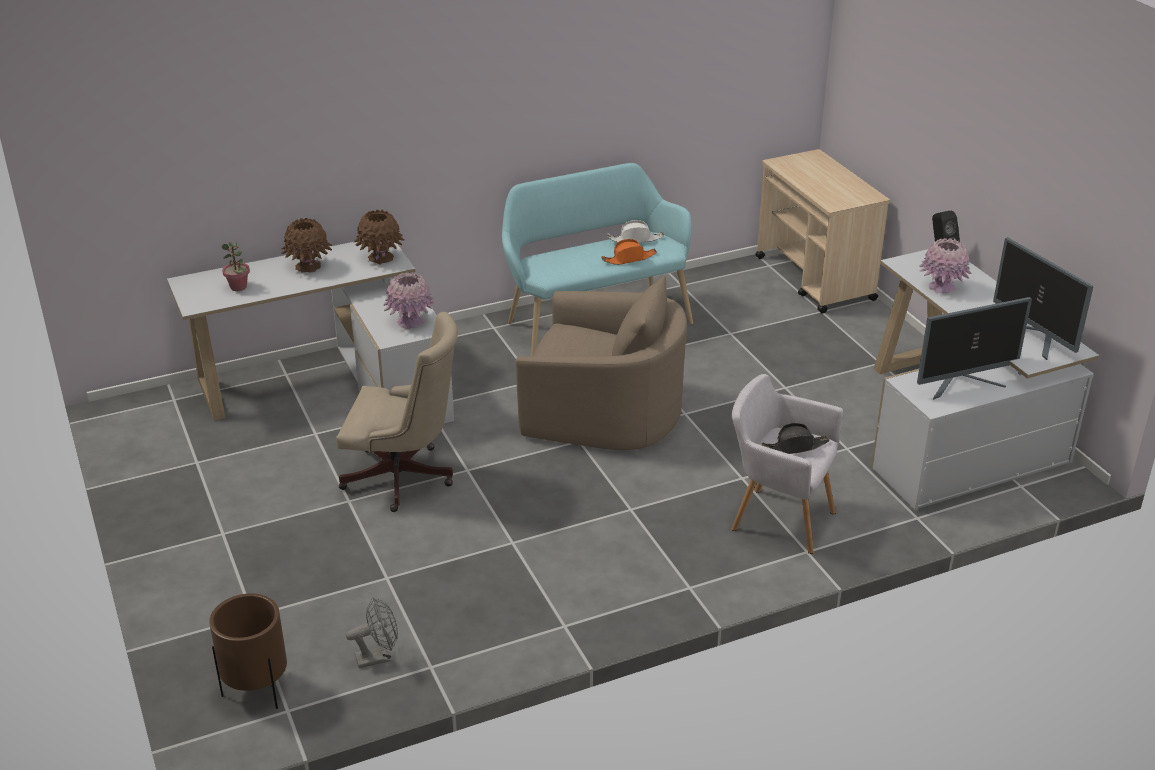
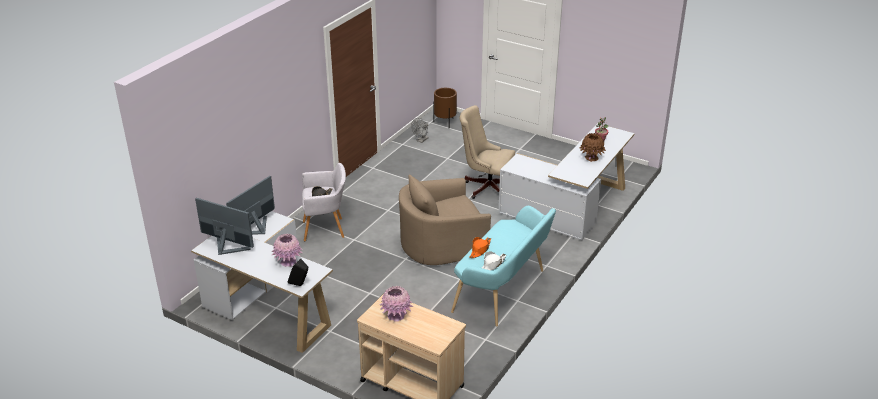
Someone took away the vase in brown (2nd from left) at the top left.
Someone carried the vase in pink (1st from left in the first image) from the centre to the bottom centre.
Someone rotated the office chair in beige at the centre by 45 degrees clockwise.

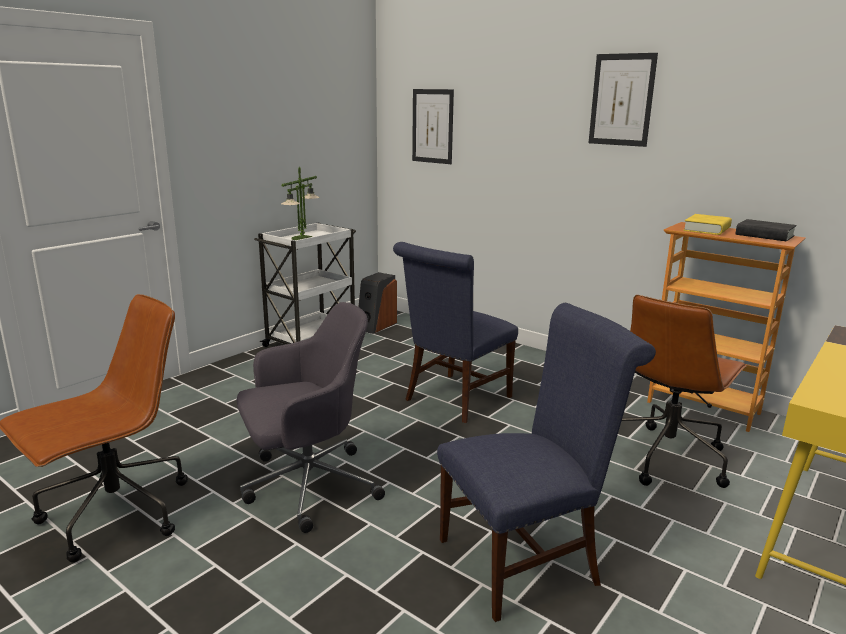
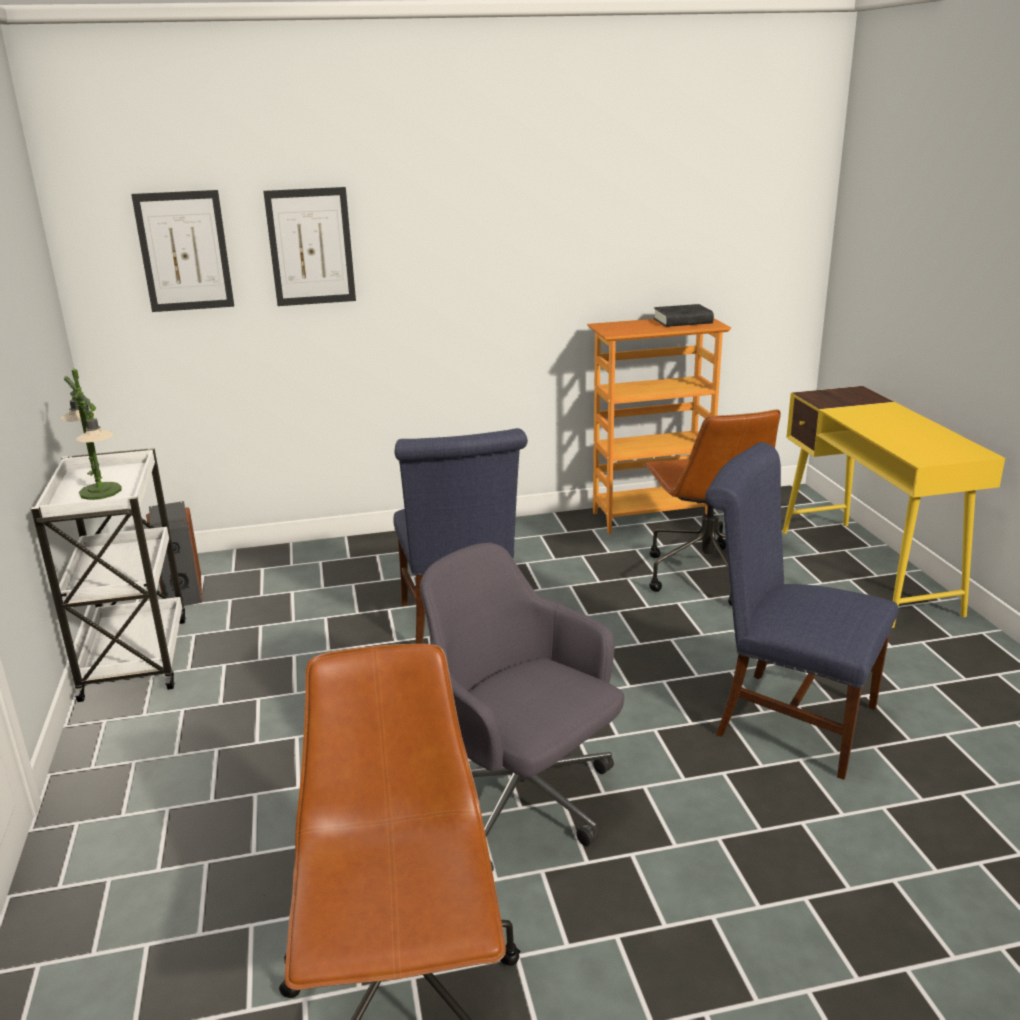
Someone took away the book in yellow at the middle right.
Someone carried the picture (2nd from left) from the top right to the top left.
Someone rotated the office chair in grey at the centre by 60 degrees counterclockwise.
Someone rotated the chair in blue (2nd from left) at the bottom centre by 75 degrees counterclockwise.

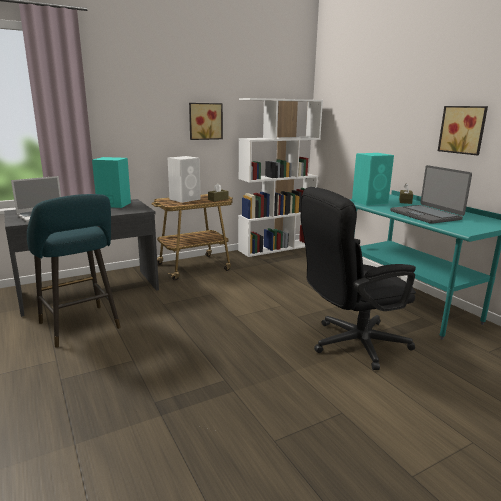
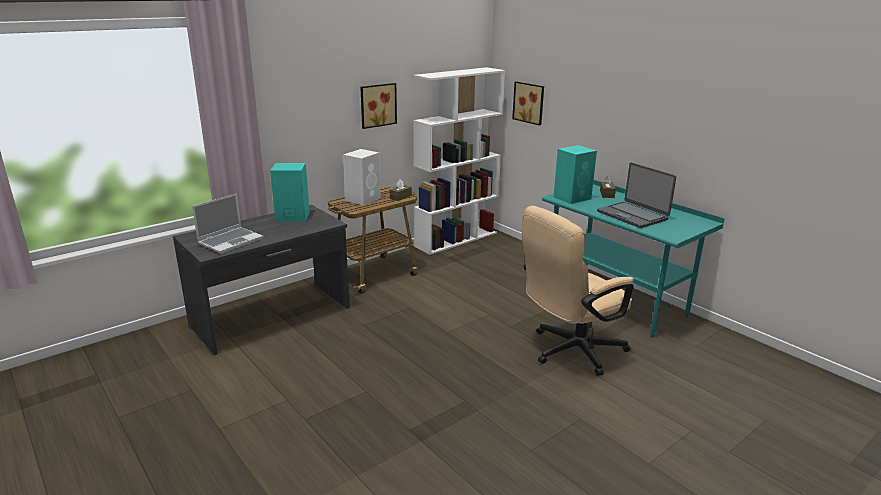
Someone took away the stool in turquoise at the middle left.
Someone carried the picture (2nd from left) from the top right to the top centre.
Someone repainted the office chair in black at the middle right, which became the office chair in beige at the centre.

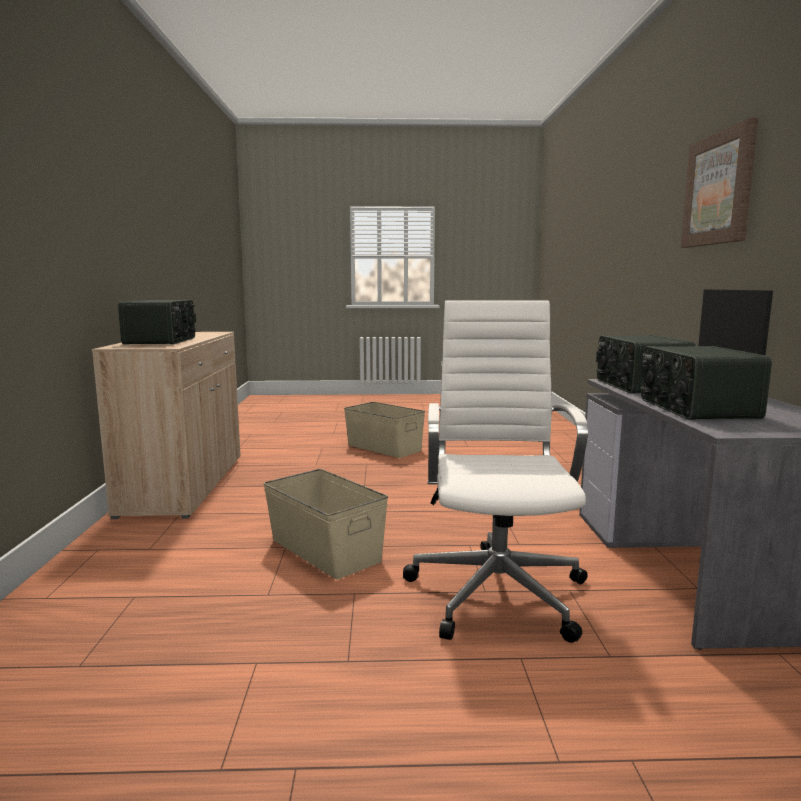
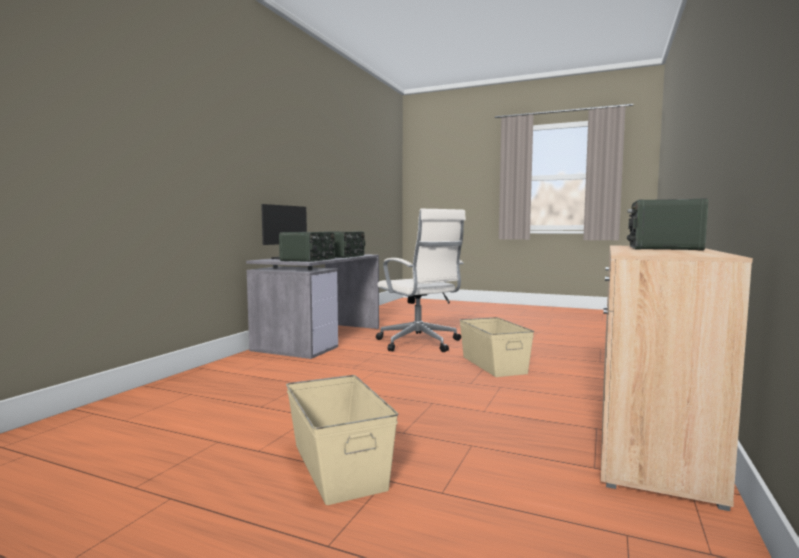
Someone took away the picture at the top right.
Someone rotated the office chair in white at the centre by 60 degrees counterclockwise.

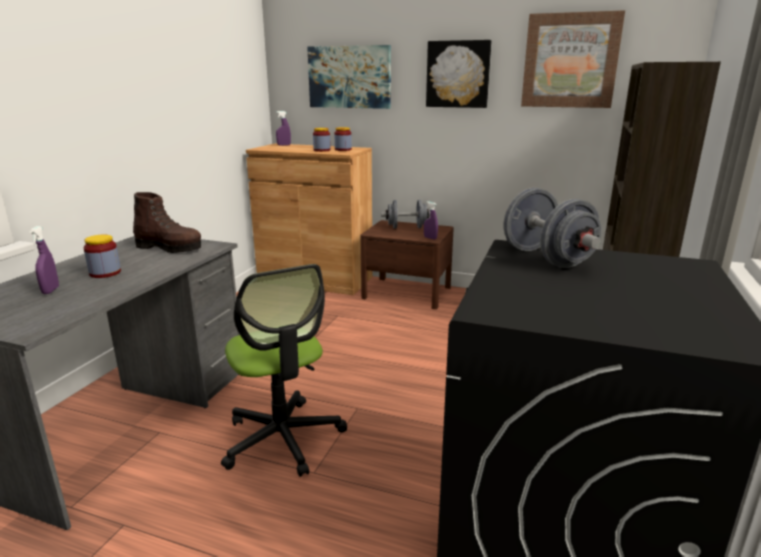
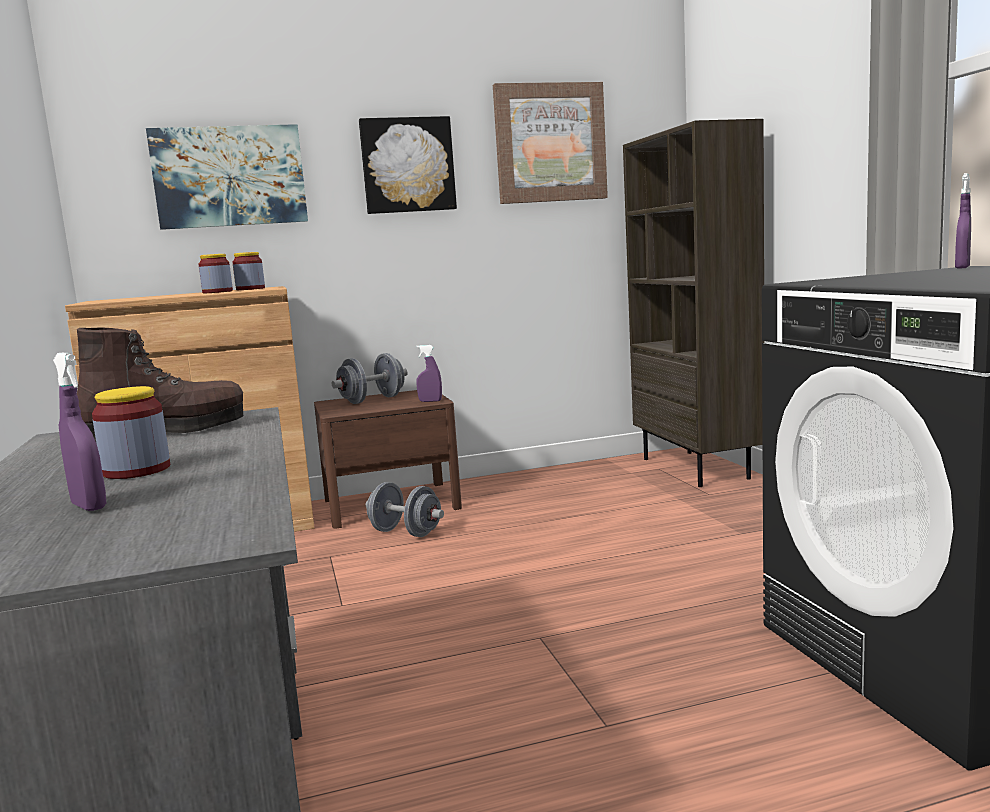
Someone took away the office chair at the centre.
Someone carried the spray bottle in purple (2nd from left in the first image) from the top centre to the top right.
Someone carried the dumbbell in grey (2nd from left) from the middle right to the centre.

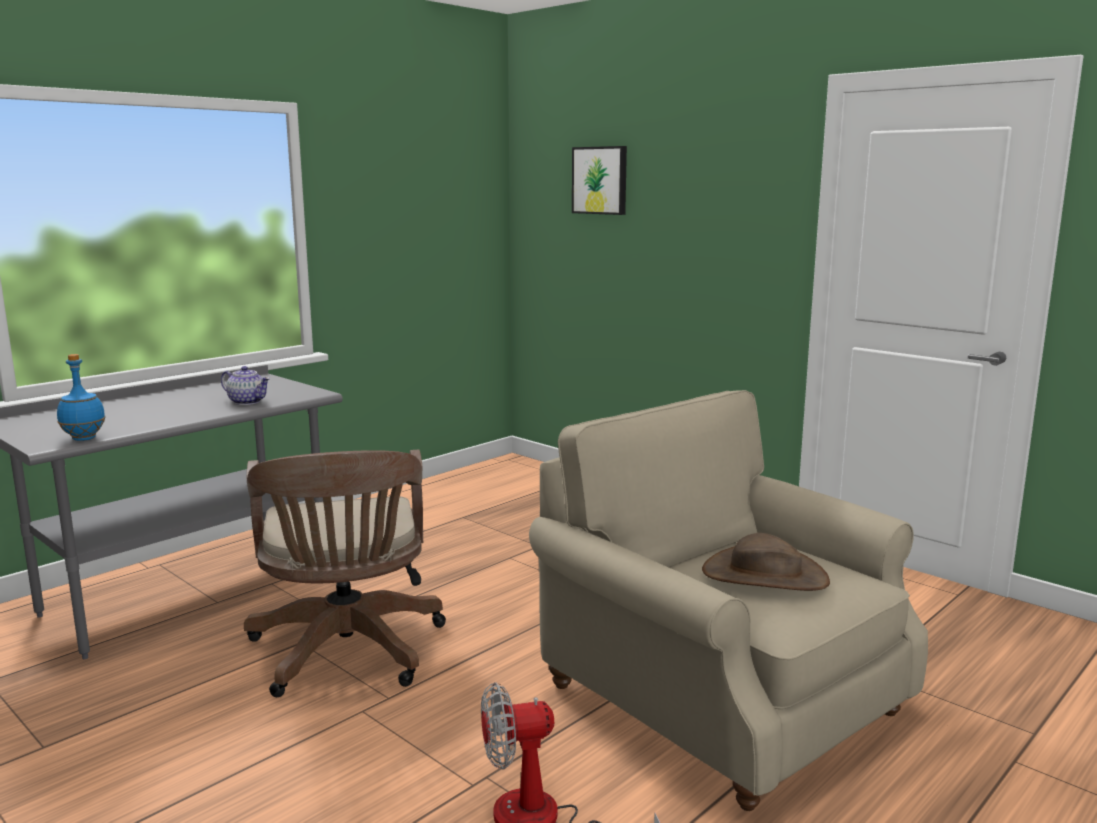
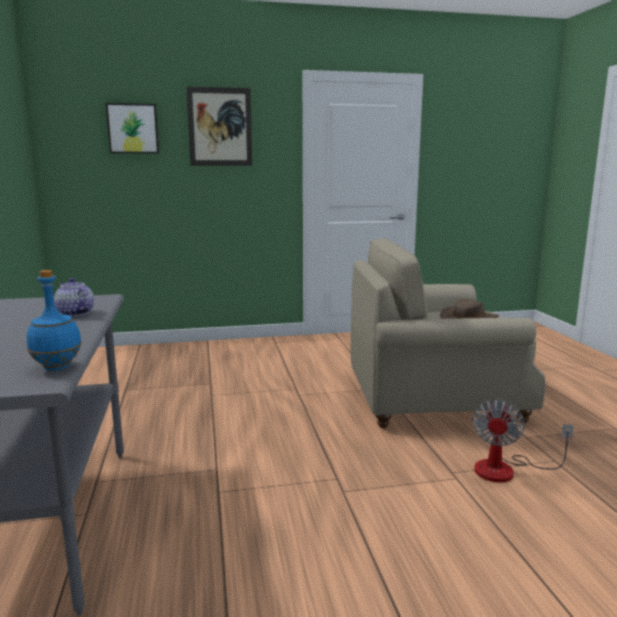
Someone took away the office chair in brown at the bottom left.
Someone put up the picture (2nd from left) at the top centre.
Someone rotated the teapot at the middle left by 105 degrees counterclockwise.

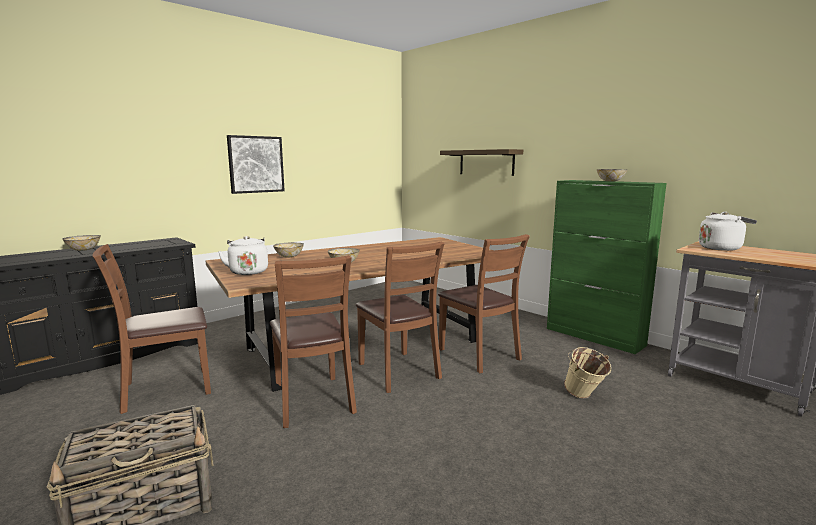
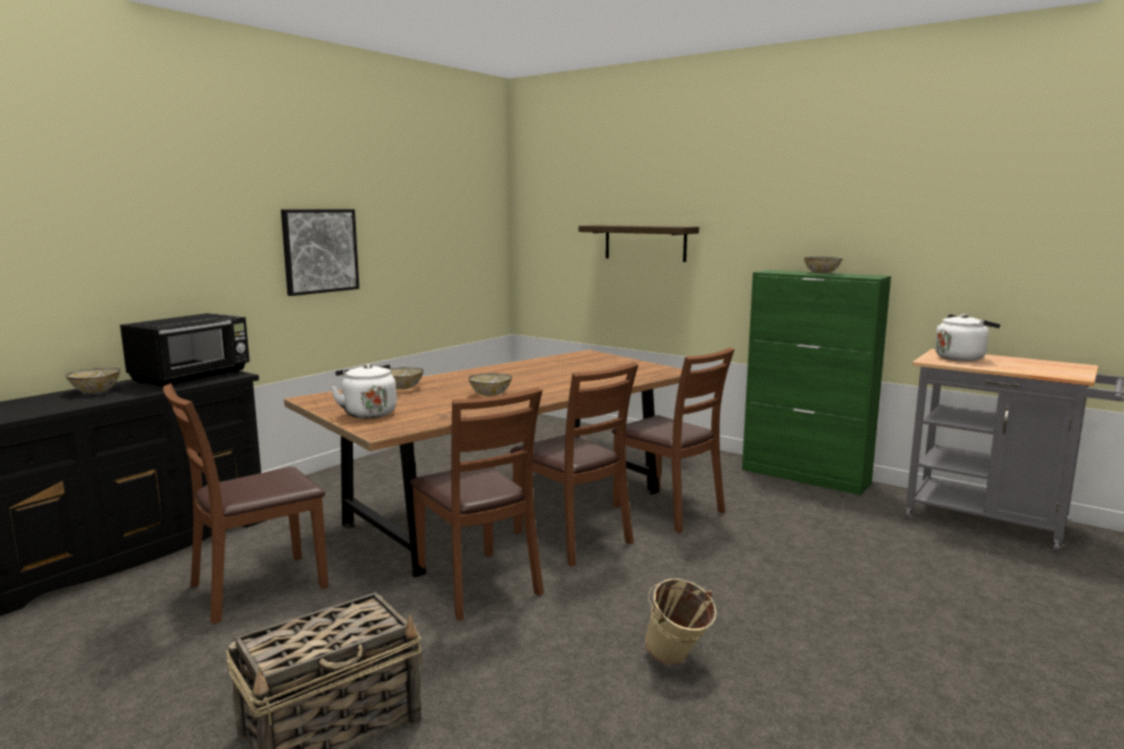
Someone put down the microwave in black at the middle left.
Someone carried the bucket in beige from the bottom right to the bottom centre.

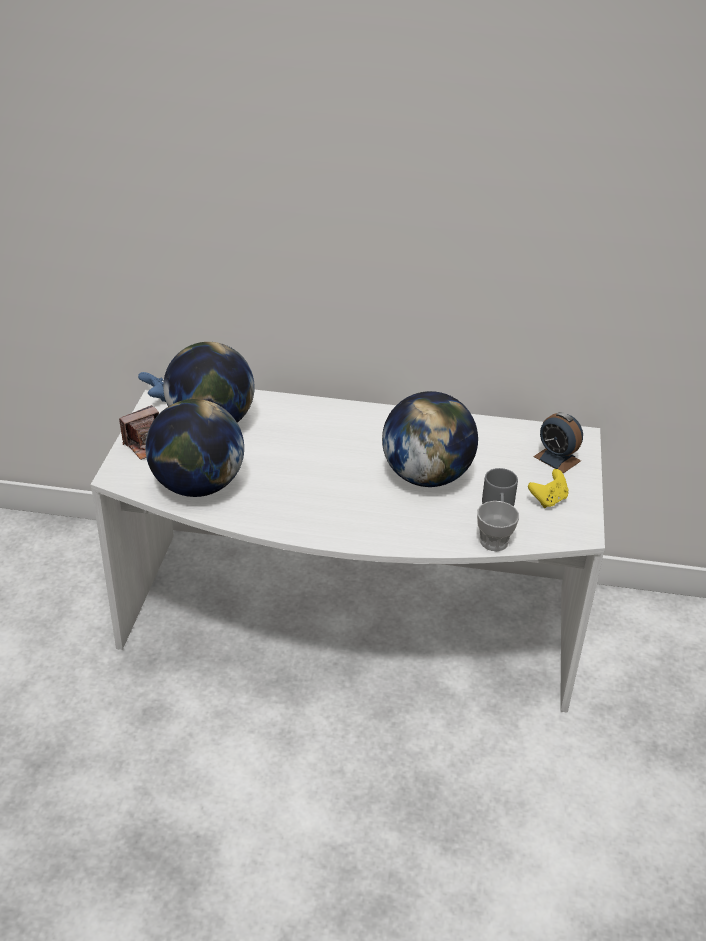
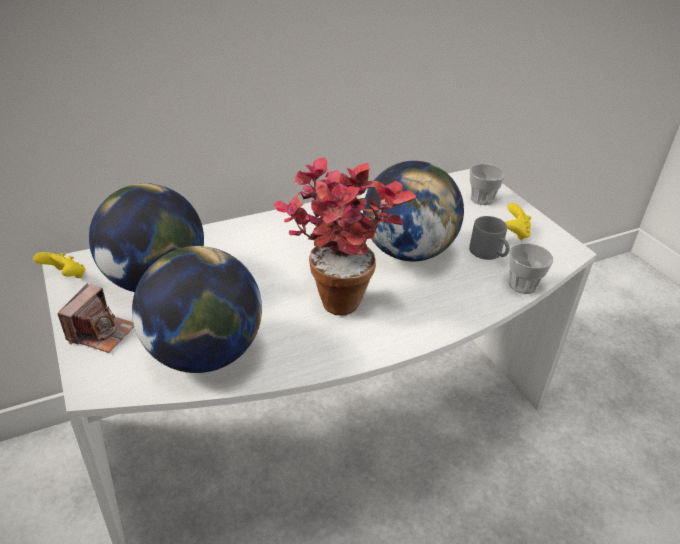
Someone put down the potted plant at the centre.
Someone swapped the alarm clock at the middle right for the cup (1st from left) at the middle right.
Someone repainted the game controller in blue at the middle left, which became the game controller in yellow (1st from left) at the middle left.

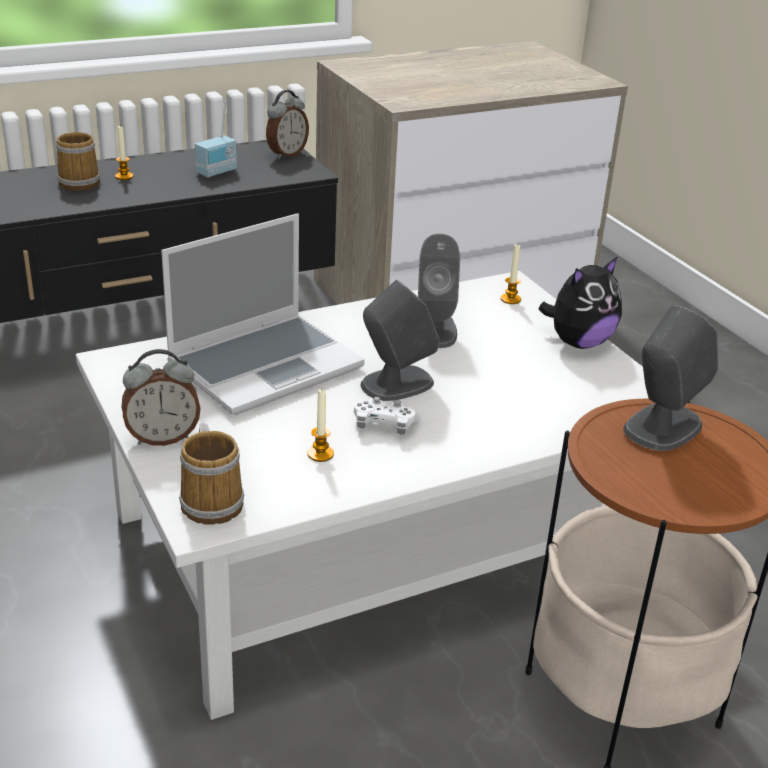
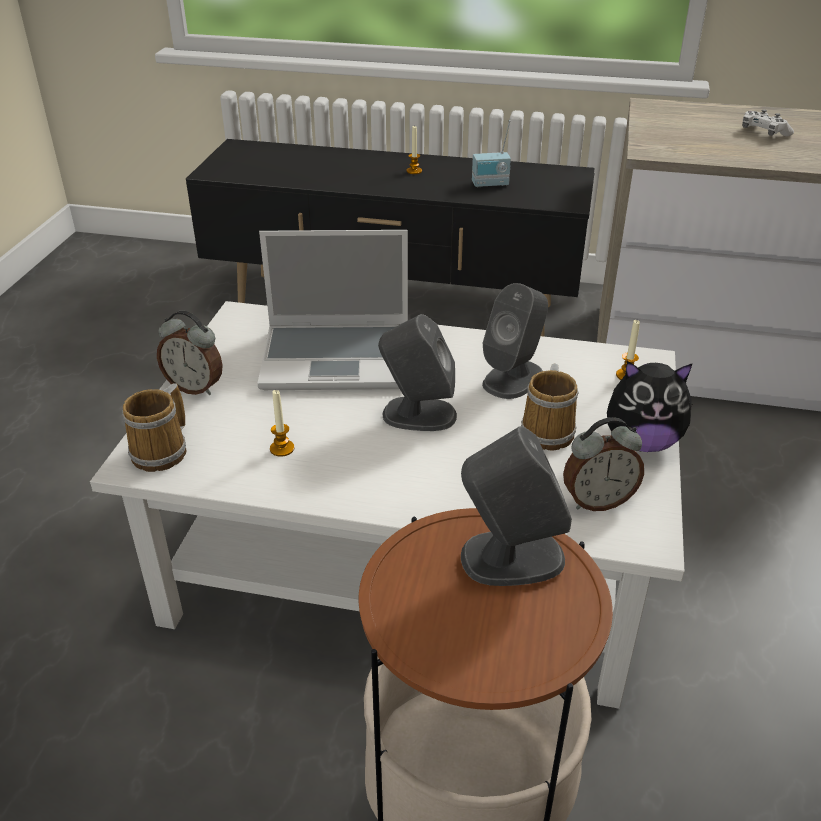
Someone carried the mug (1st from left in the first image) from the top left to the middle right.
Someone carried the alarm clock (2nd from left) from the top centre to the middle right.
Someone carried the game controller in white from the centre to the top right.

